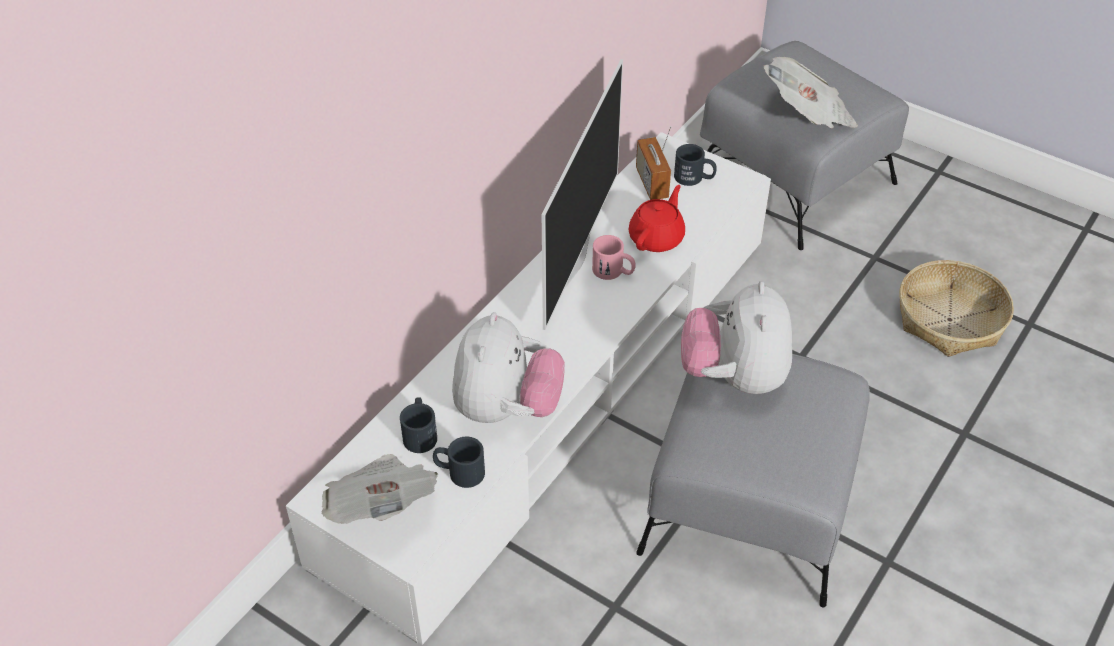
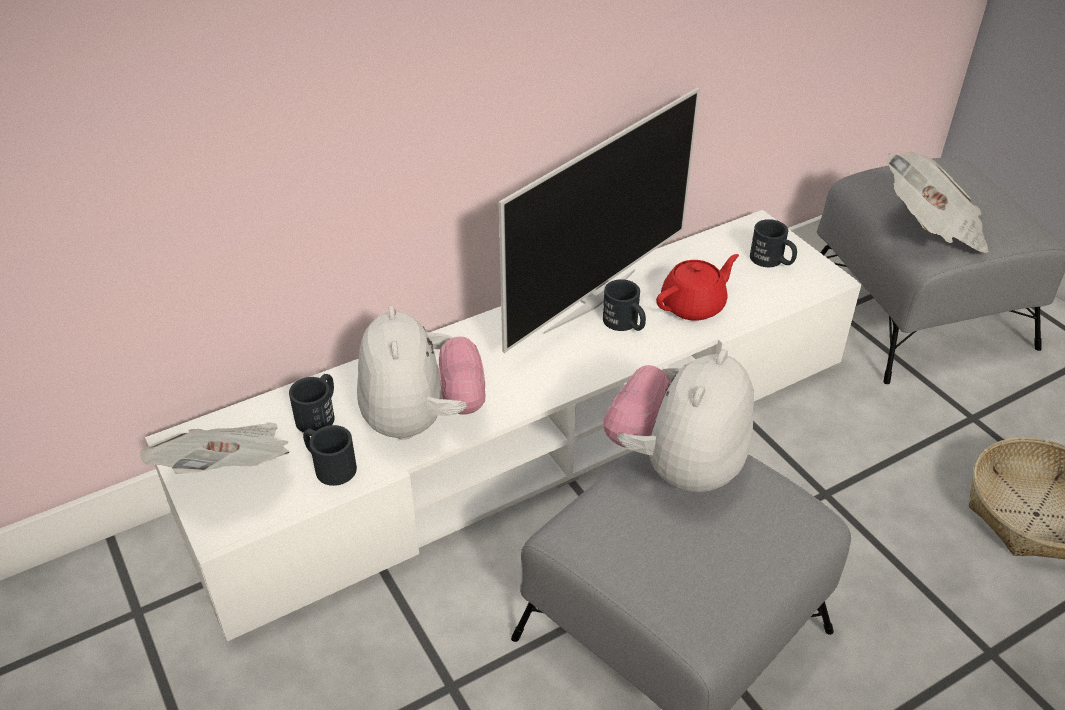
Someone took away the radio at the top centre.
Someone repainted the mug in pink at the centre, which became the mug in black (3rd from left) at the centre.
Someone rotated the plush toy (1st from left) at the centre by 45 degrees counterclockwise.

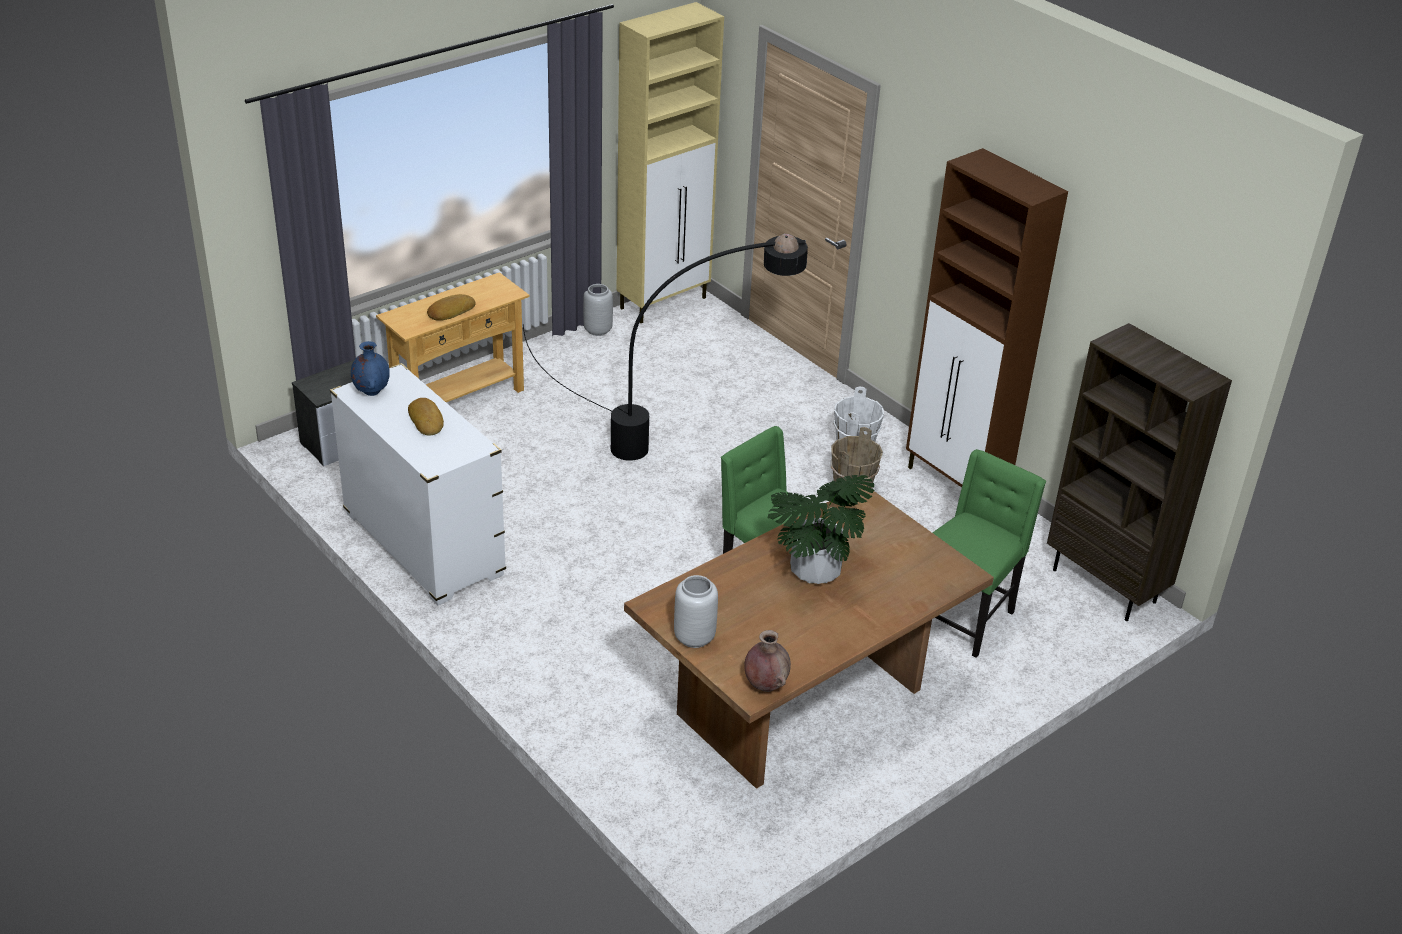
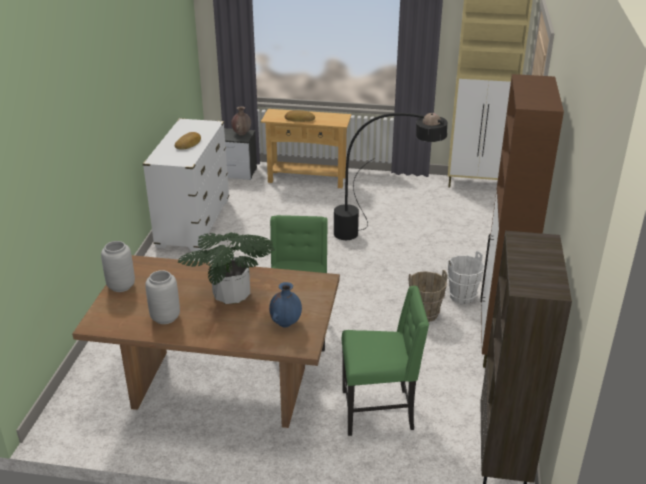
Someone carried the vase in blue from the middle left to the centre.
Someone carried the vase in grey (1st from left in the first image) from the top centre to the middle left.
Someone carried the vase in brown from the bottom centre to the top centre.

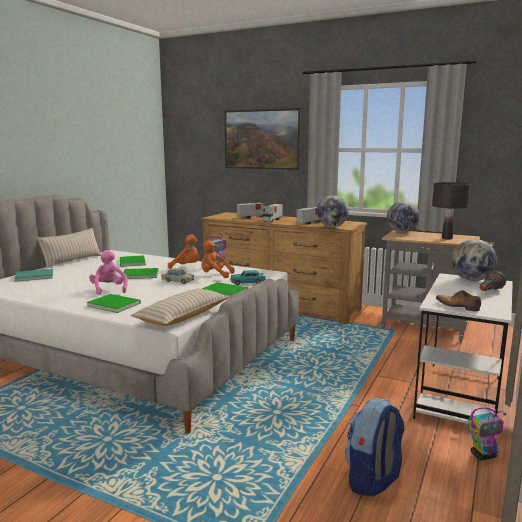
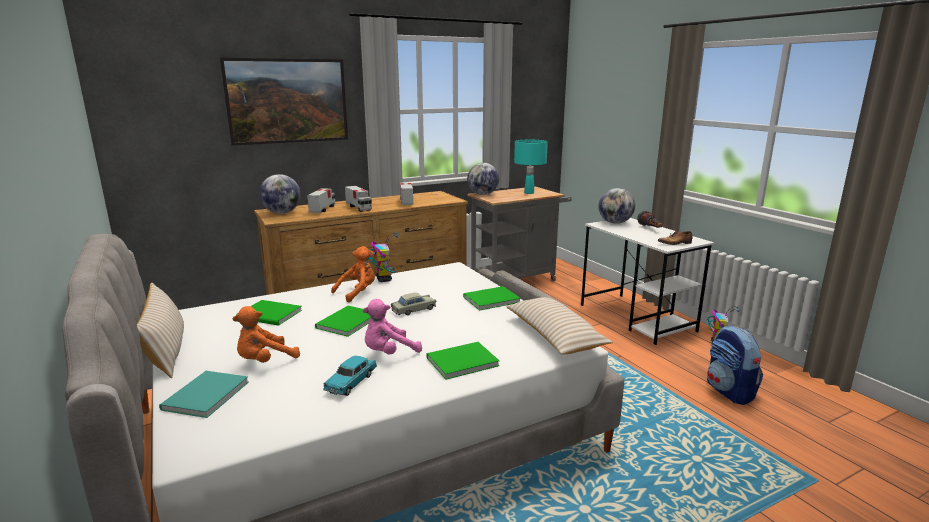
Someone carried the plush toy in orange (2nd from left in the first image) from the centre to the middle left.
Someone carried the toy car in turquoise from the centre to the bottom centre.
Someone carried the globe (1st from left) from the centre to the middle left.
Someone repainted the table lamp in black at the middle right, which became the table lamp in turquoise at the top centre.
Someone rotated the plush toy in pink at the middle left by 45 degrees counterclockwise.

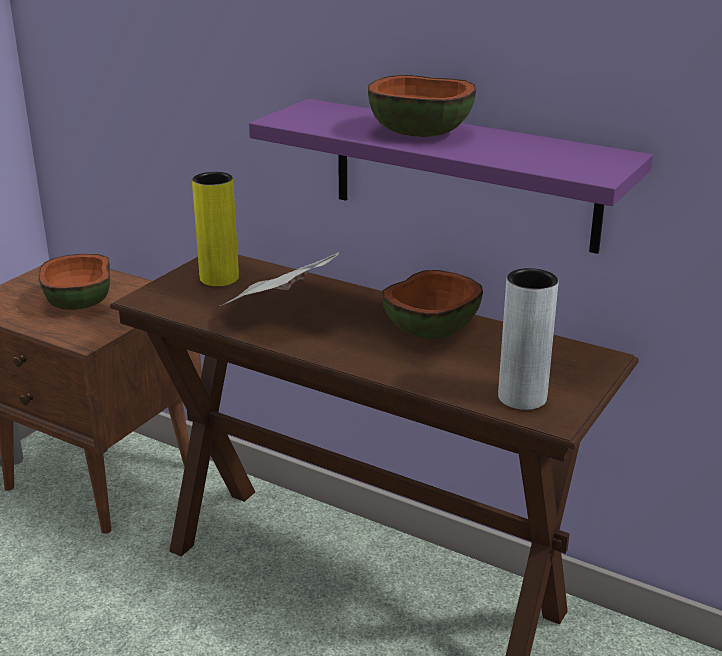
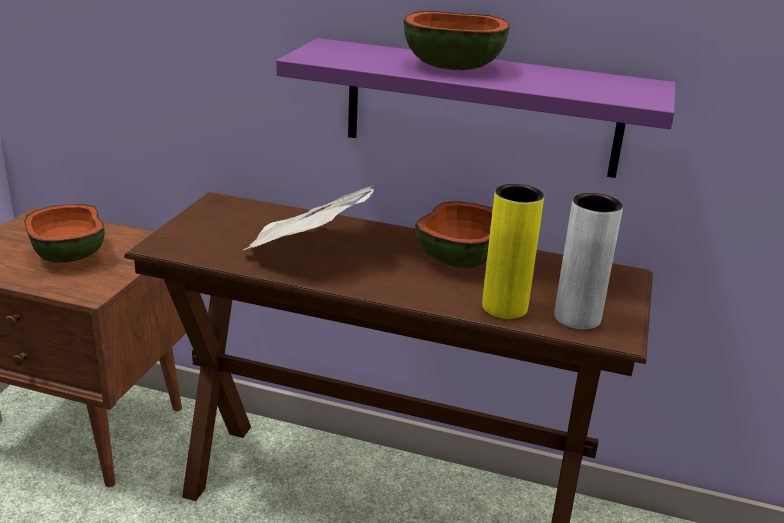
Someone carried the vase in yellow from the middle left to the centre.

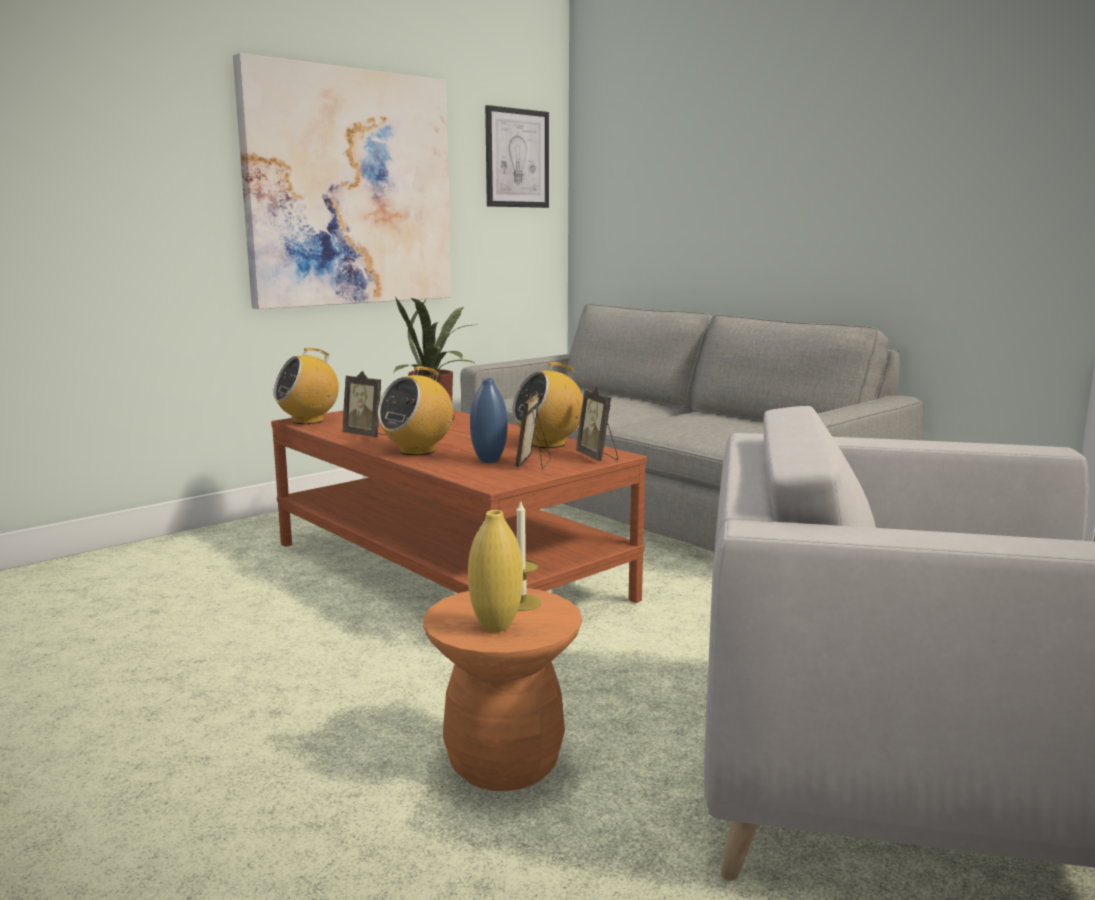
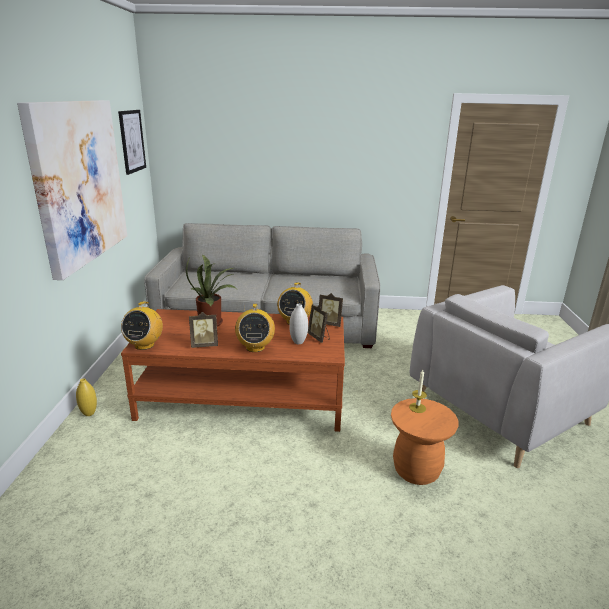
Someone carried the vase in yellow from the centre to the middle left.
Someone repainted the vase in blue at the centre, which became the vase in white at the centre.

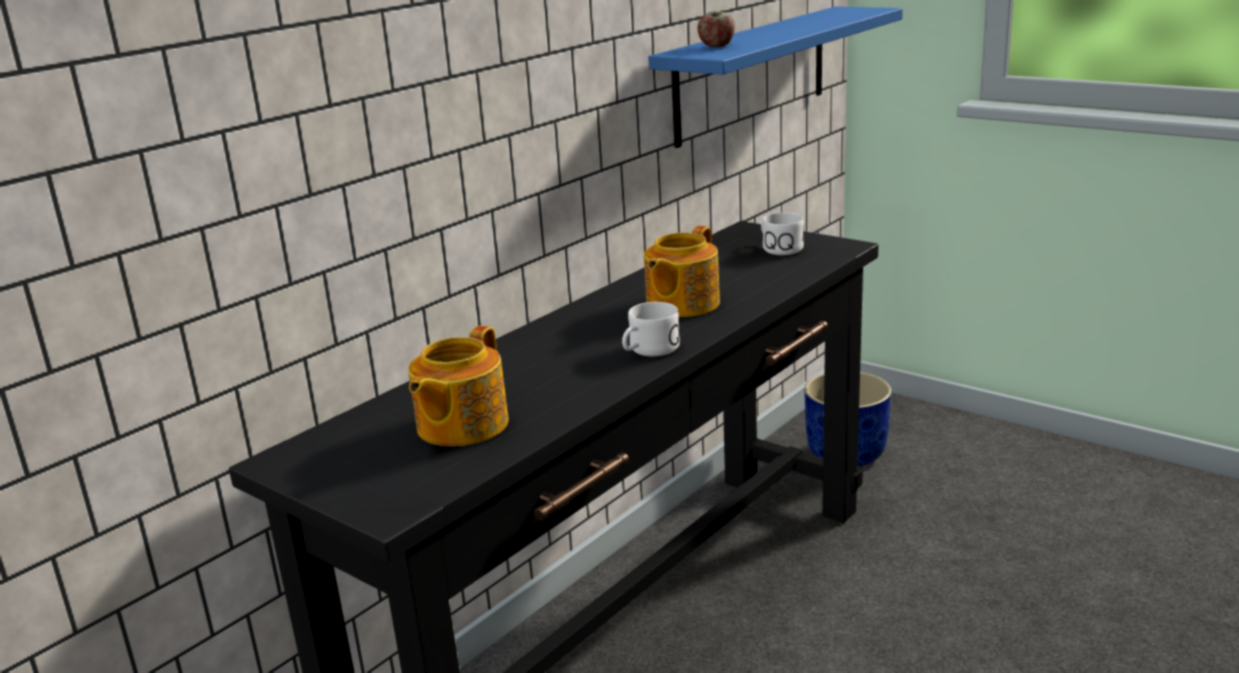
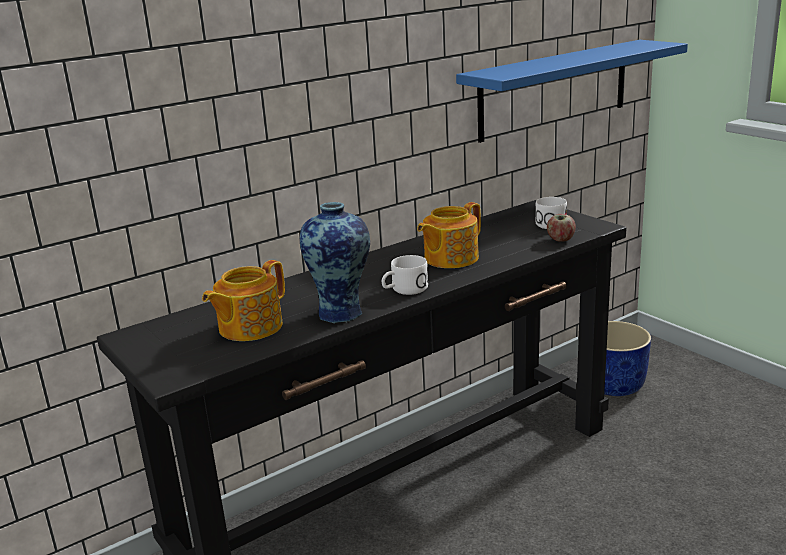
Someone put down the vase at the centre.
Someone carried the apple from the top centre to the middle right.

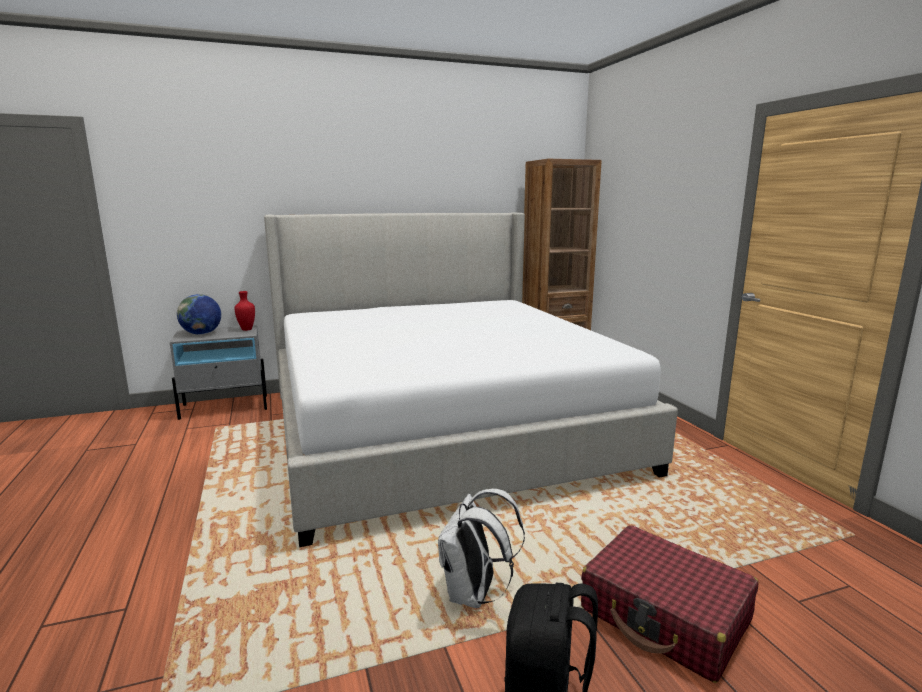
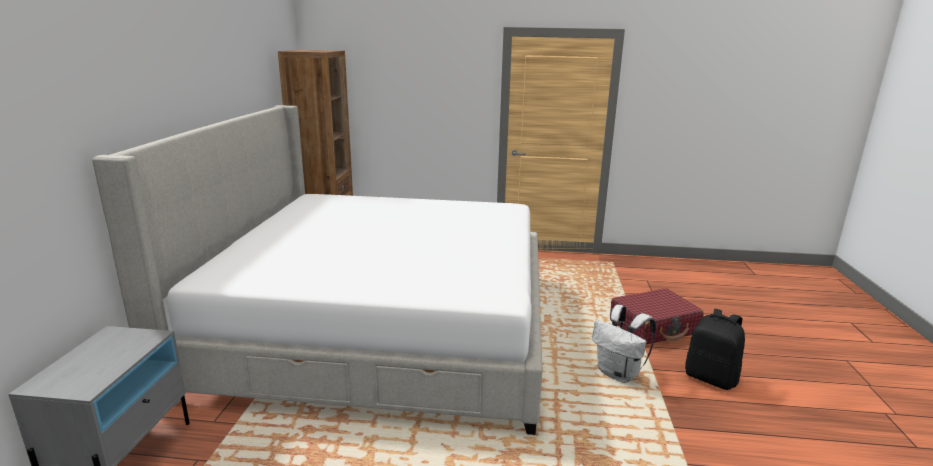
Someone took away the globe at the middle left.
Someone took away the vase in red at the middle left.

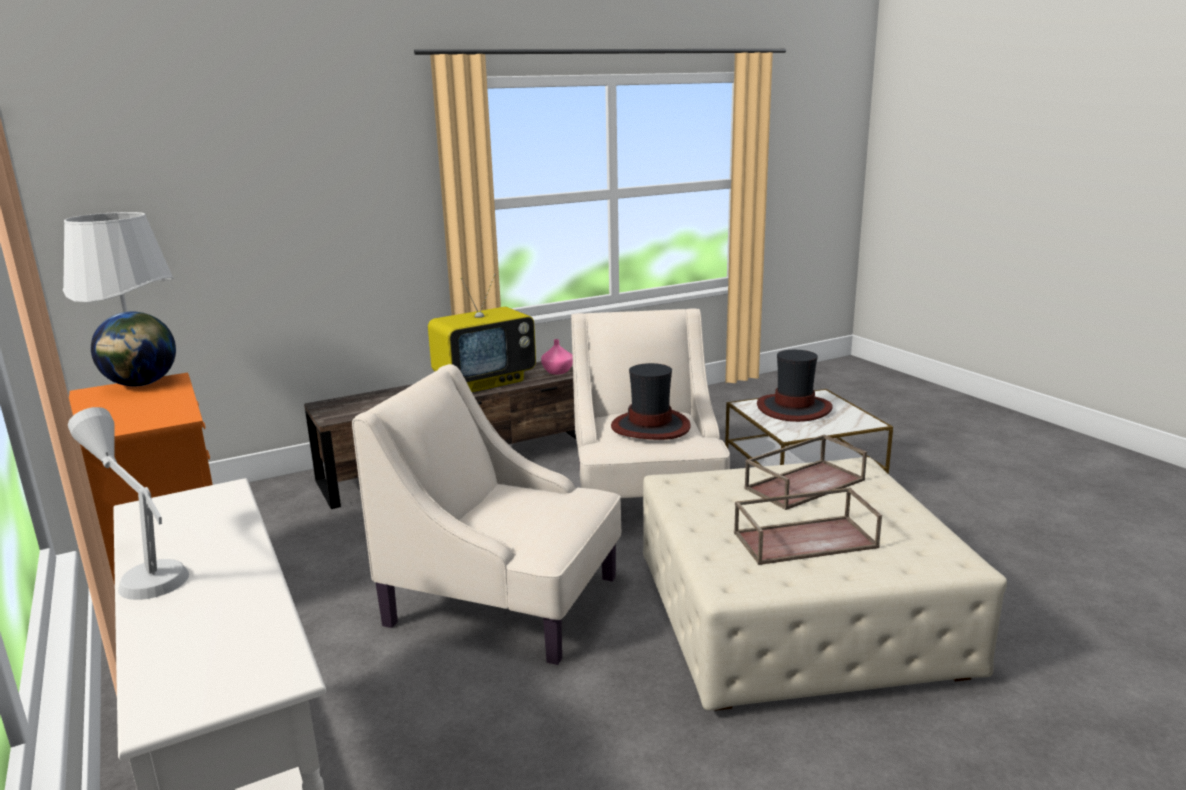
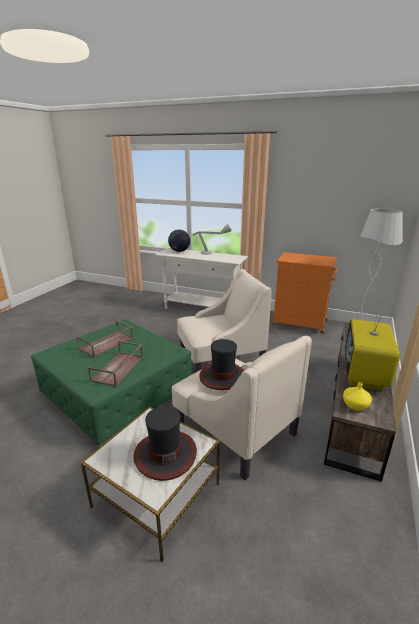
Someone carried the globe from the middle left to the centre.
Someone repainted the vase in pink at the centre, which became the vase in yellow at the middle right.
Someone repainted the ottoman in beige at the bottom right, which became the ottoman in green at the middle left.

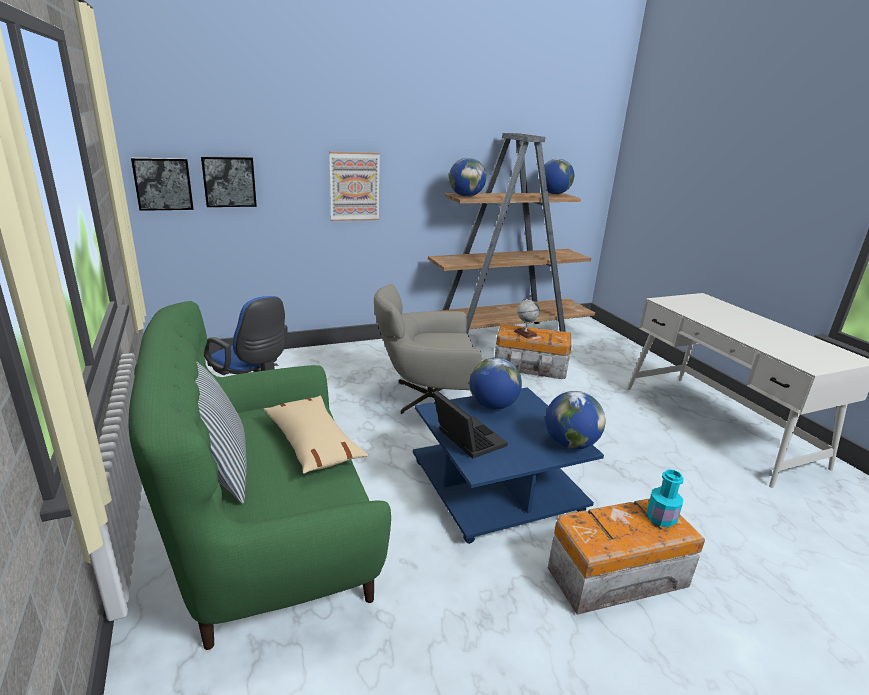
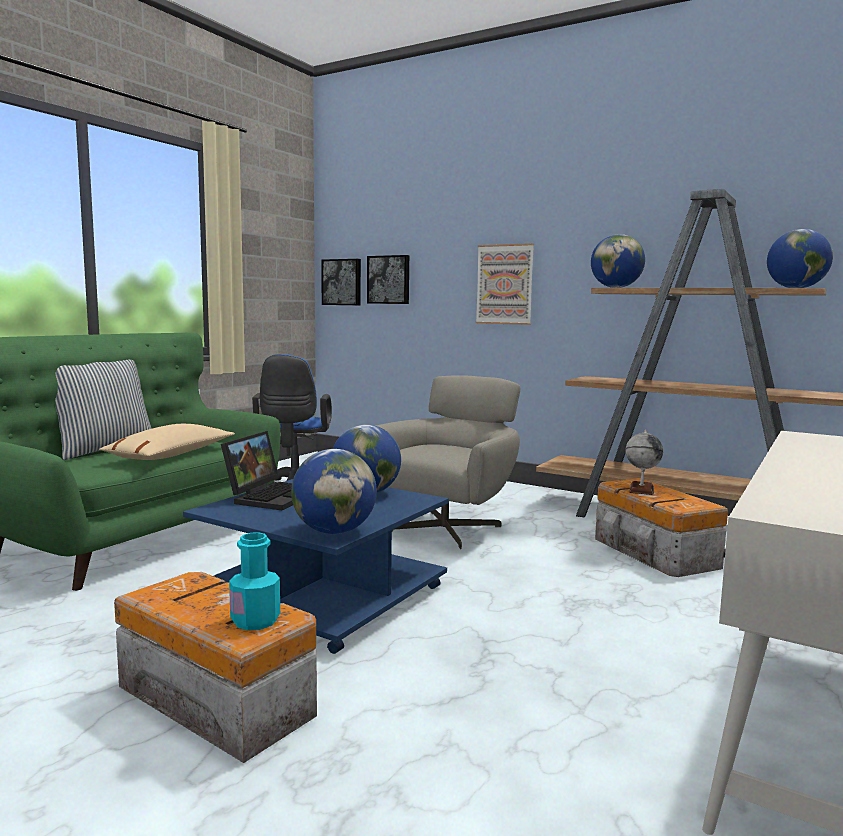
Someone rotated the armchair in grey at the centre by 75 degrees clockwise.

